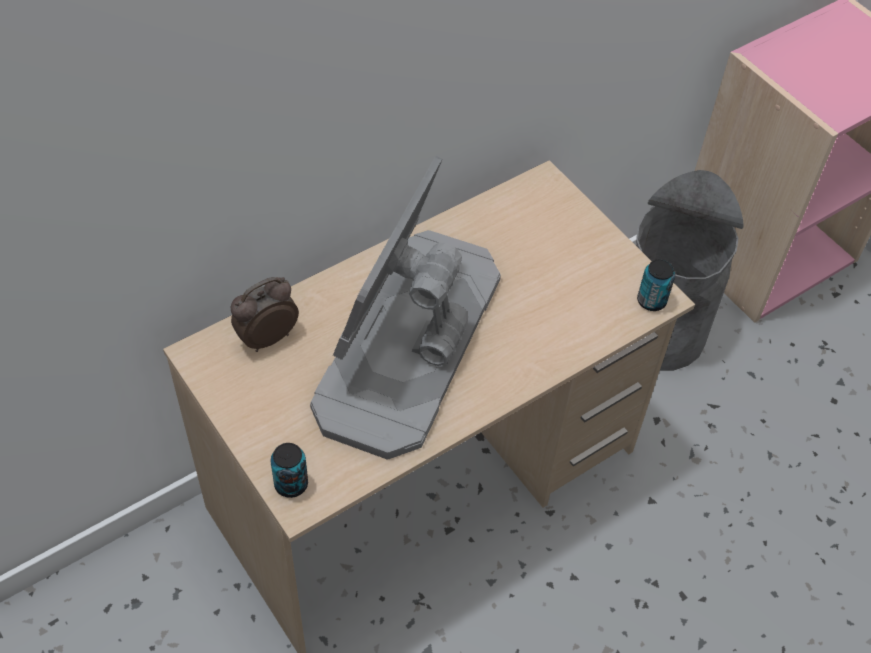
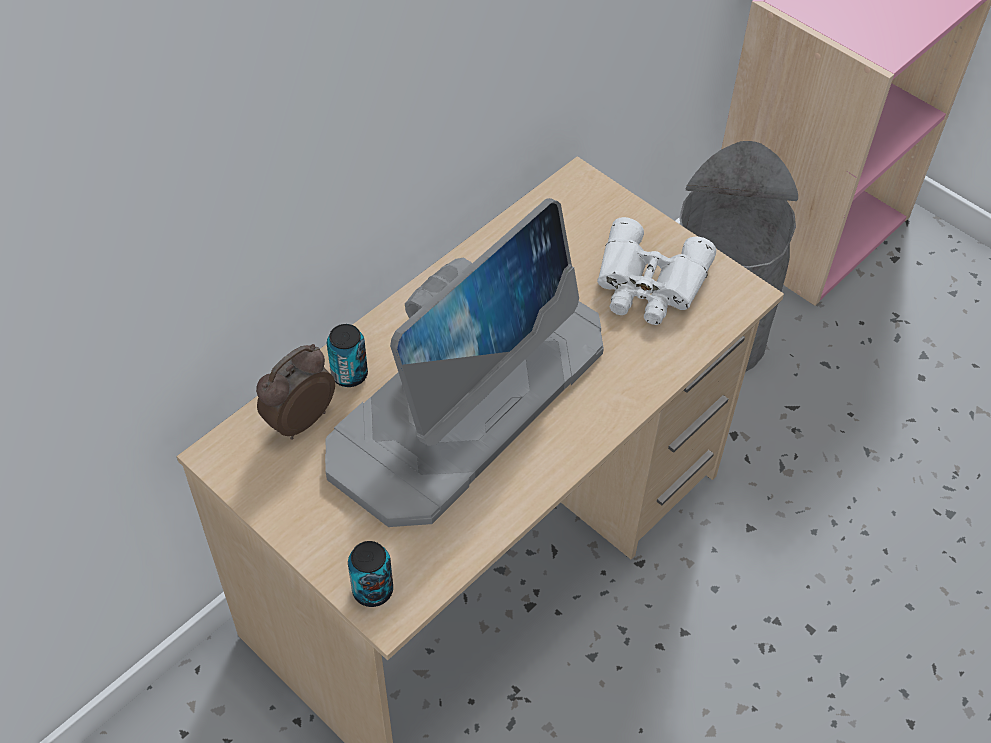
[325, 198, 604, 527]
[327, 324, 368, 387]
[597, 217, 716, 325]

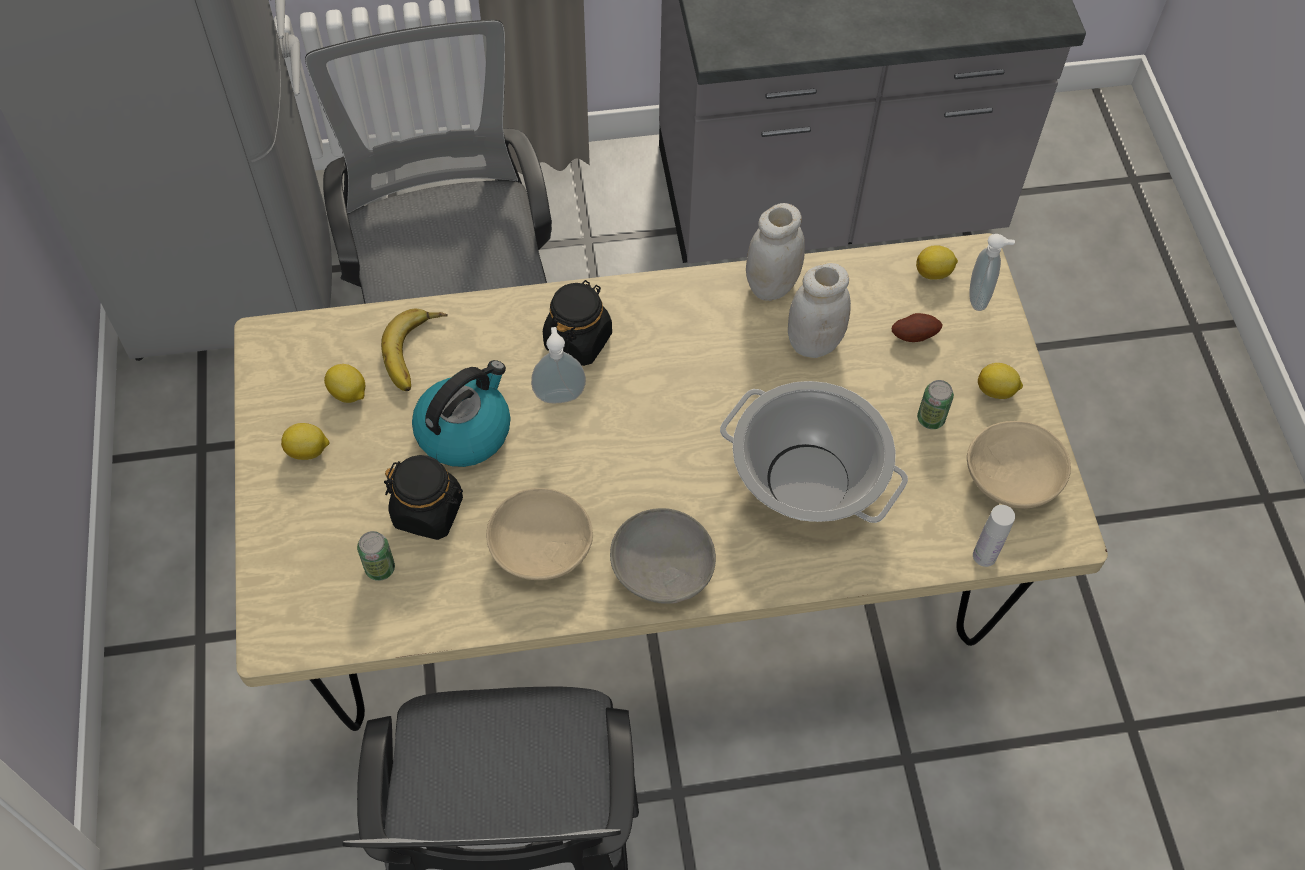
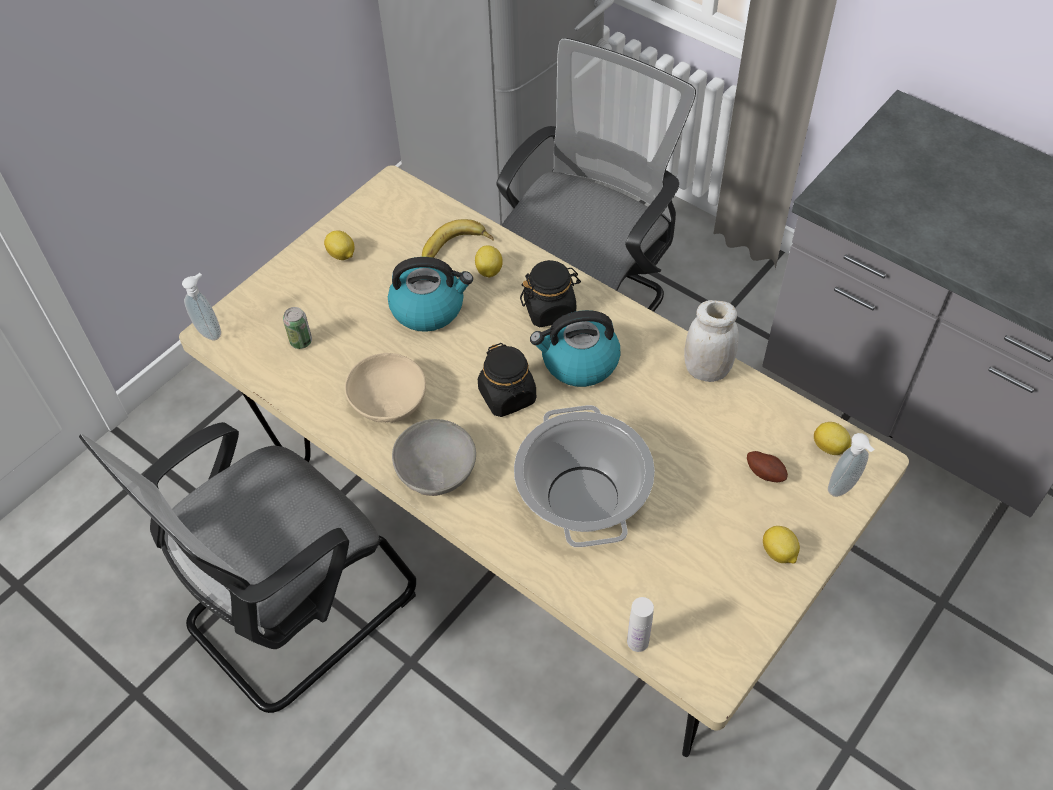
[475, 246, 503, 278]
[478, 343, 536, 417]
[182, 273, 221, 340]
[788, 263, 851, 358] (first image)
[917, 380, 954, 429] (first image)
[967, 421, 1071, 509] (first image)
[530, 310, 621, 387]

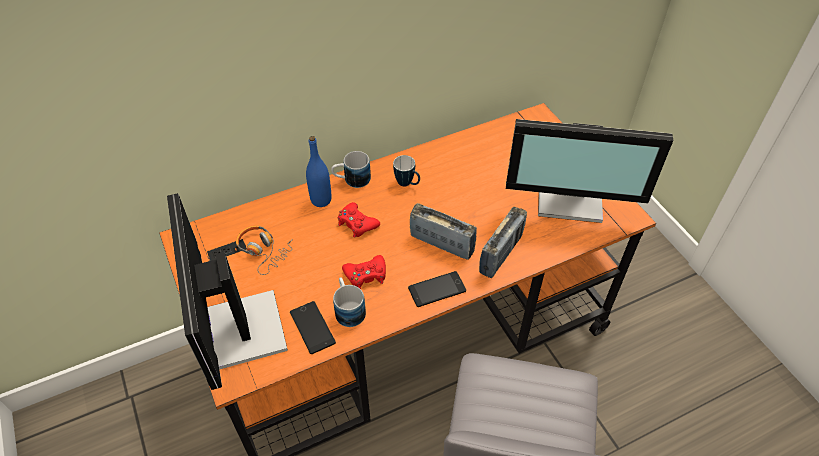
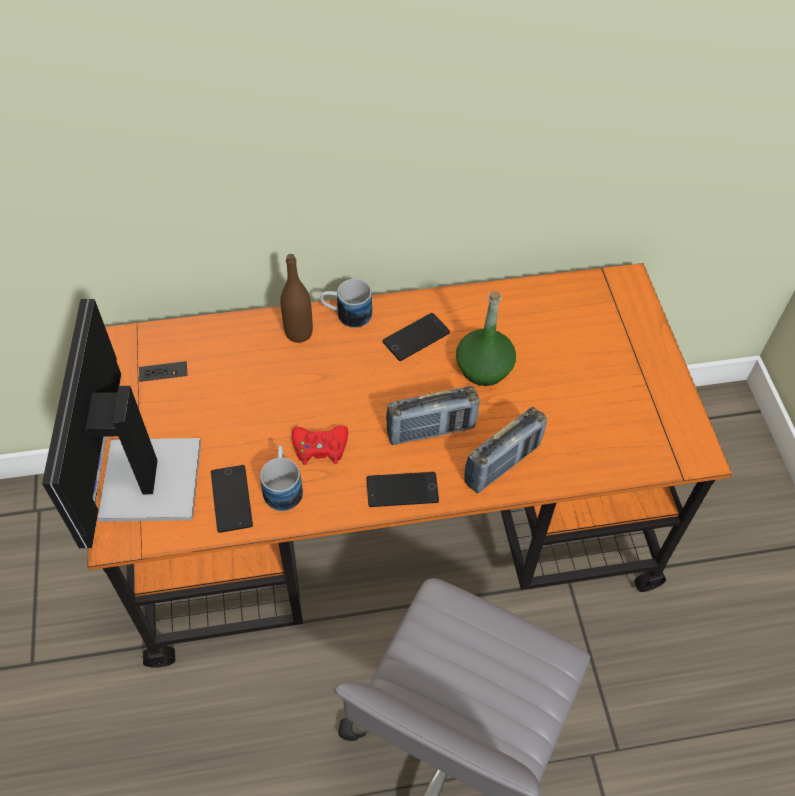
[236, 225, 293, 275] (first image)
[280, 254, 313, 343]
[338, 202, 380, 238] (first image)
[383, 313, 450, 361]
[386, 386, 480, 445]
[506, 119, 673, 223] (first image)
[456, 291, 516, 386]

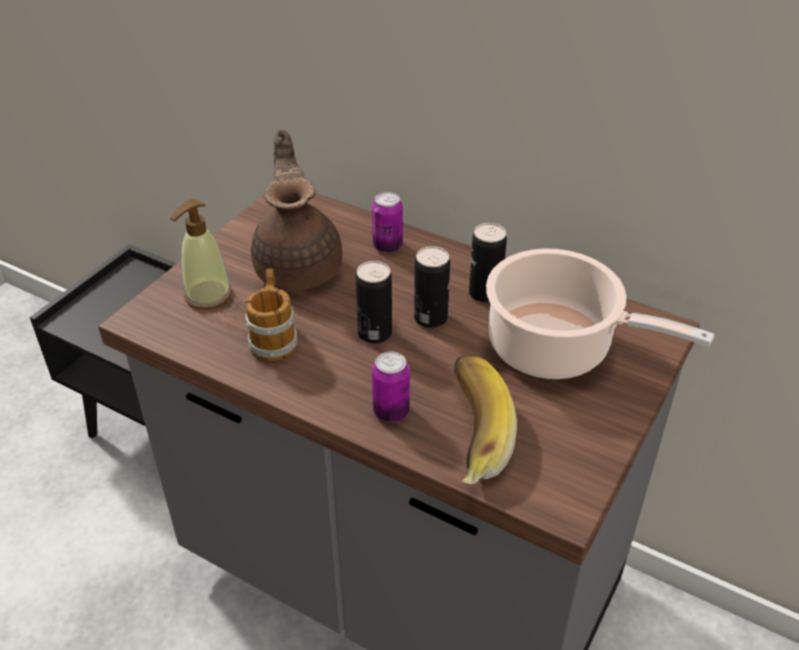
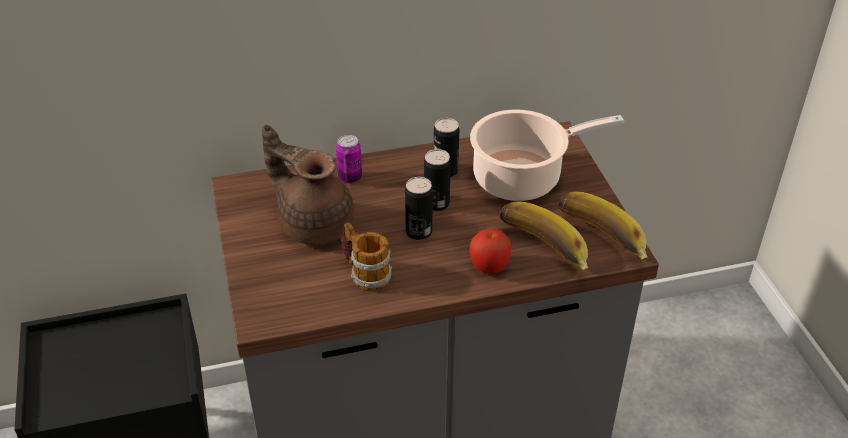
[170, 199, 232, 310] (first image)
[469, 228, 511, 274]
[558, 191, 648, 259]

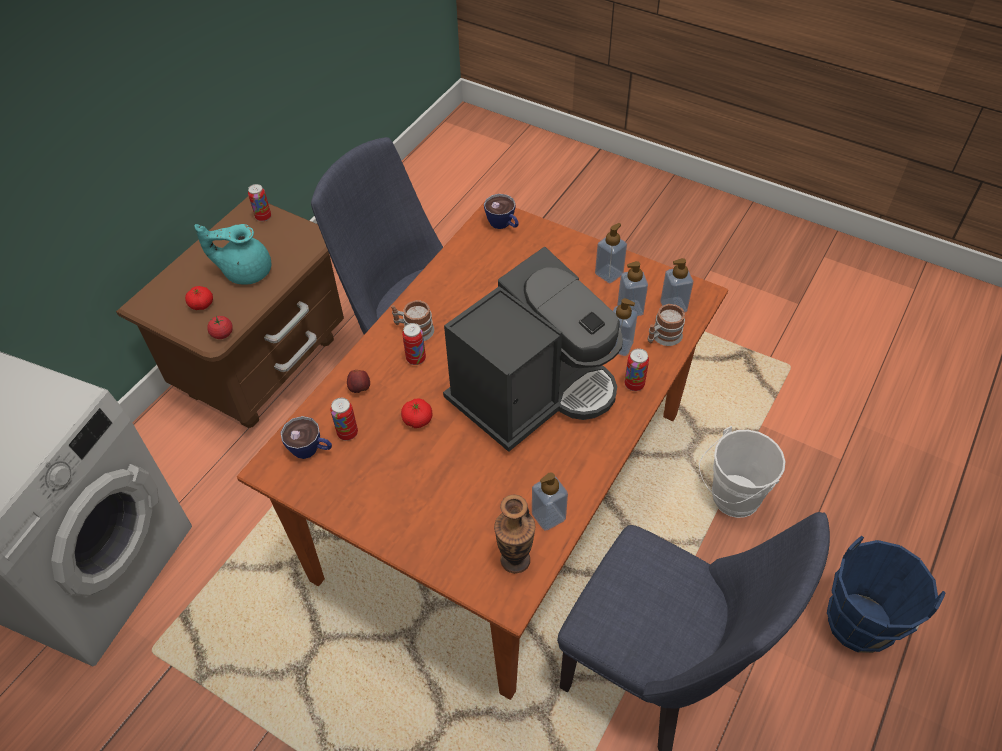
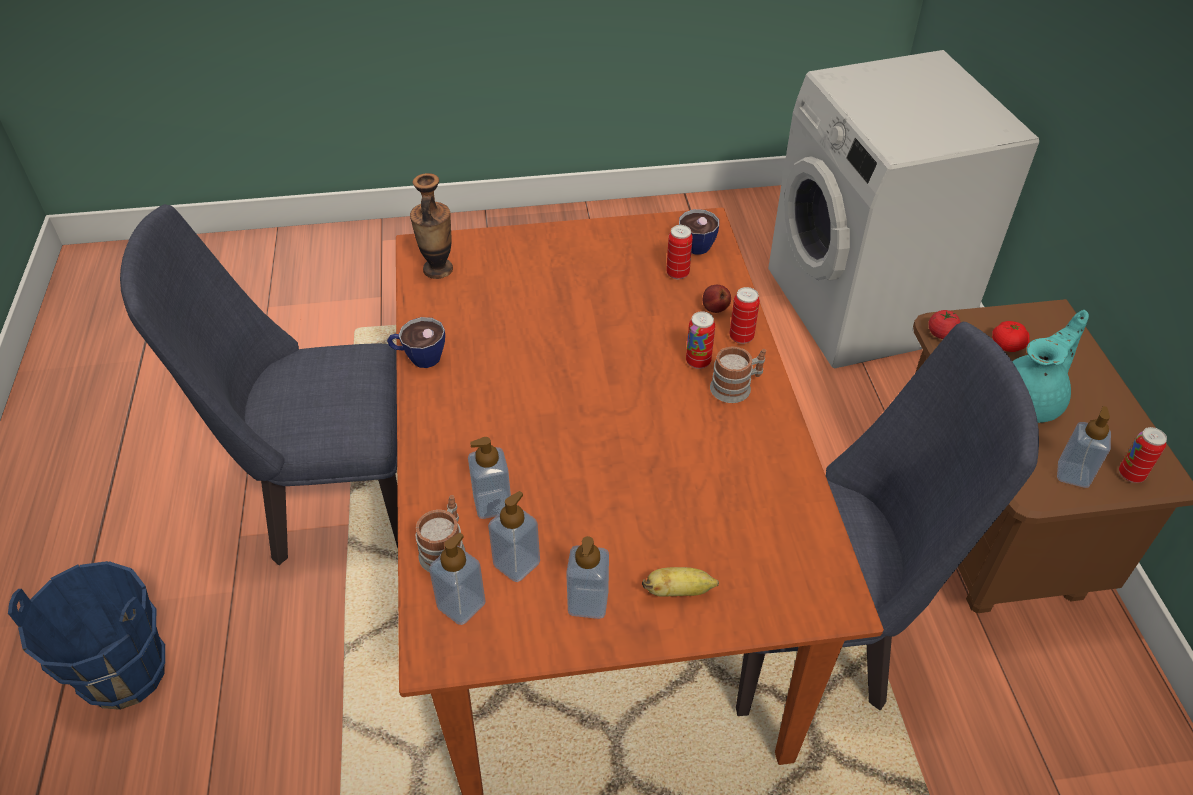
[401, 398, 432, 428] (first image)
[443, 247, 623, 452] (first image)
[387, 317, 445, 368]
[1057, 406, 1111, 488]
[729, 287, 760, 344]
[699, 426, 786, 518] (first image)
[642, 567, 719, 597]

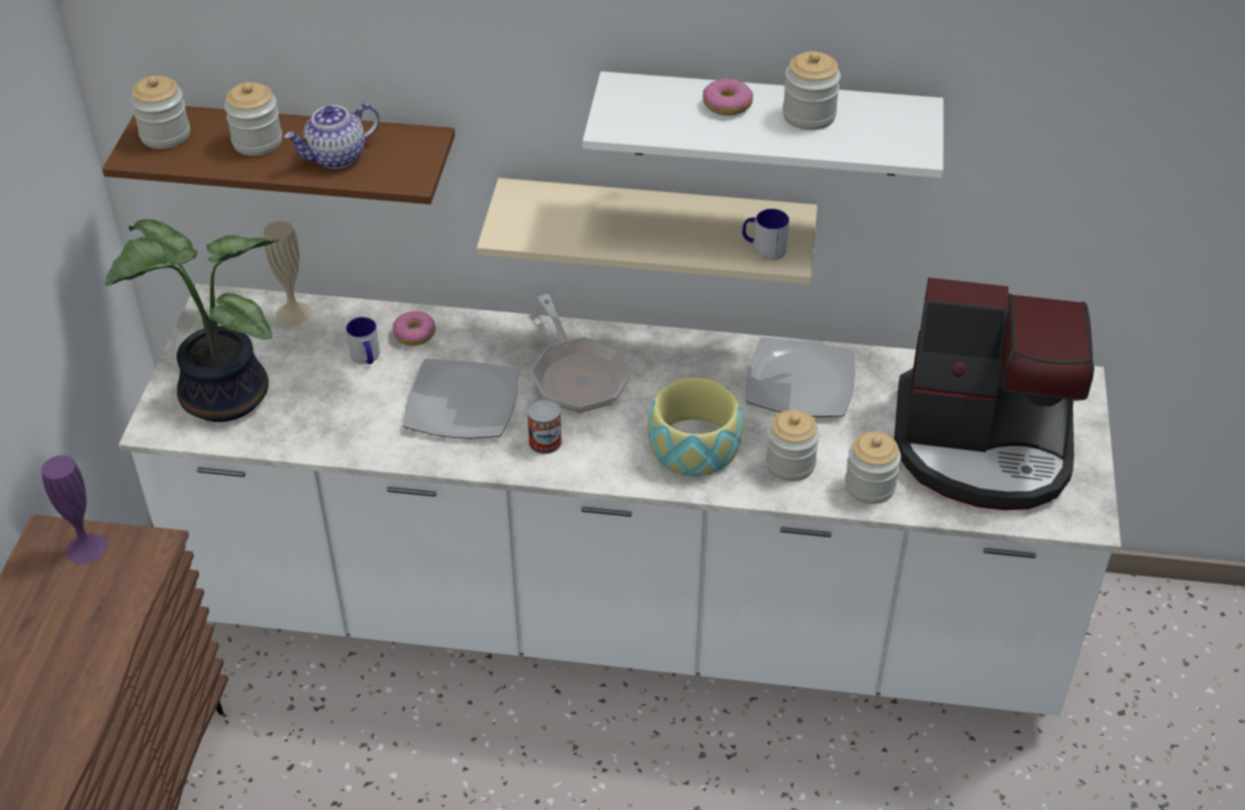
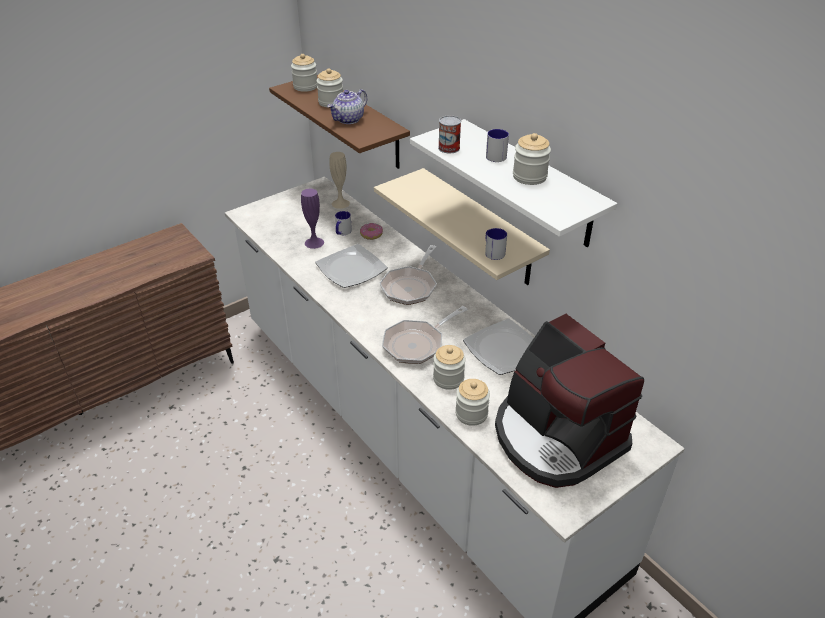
[301, 189, 324, 249]
[105, 219, 279, 422] (first image)
[327, 89, 367, 124]
[438, 115, 461, 154]
[382, 306, 468, 364]
[486, 129, 509, 162]

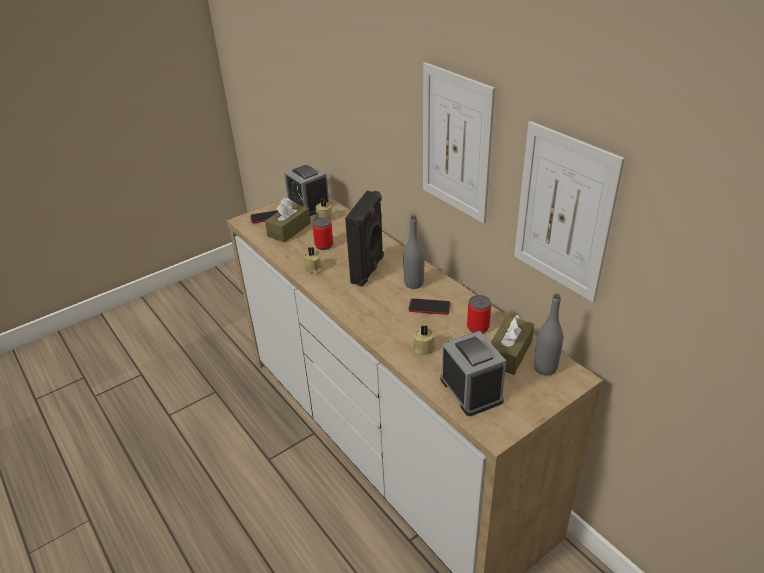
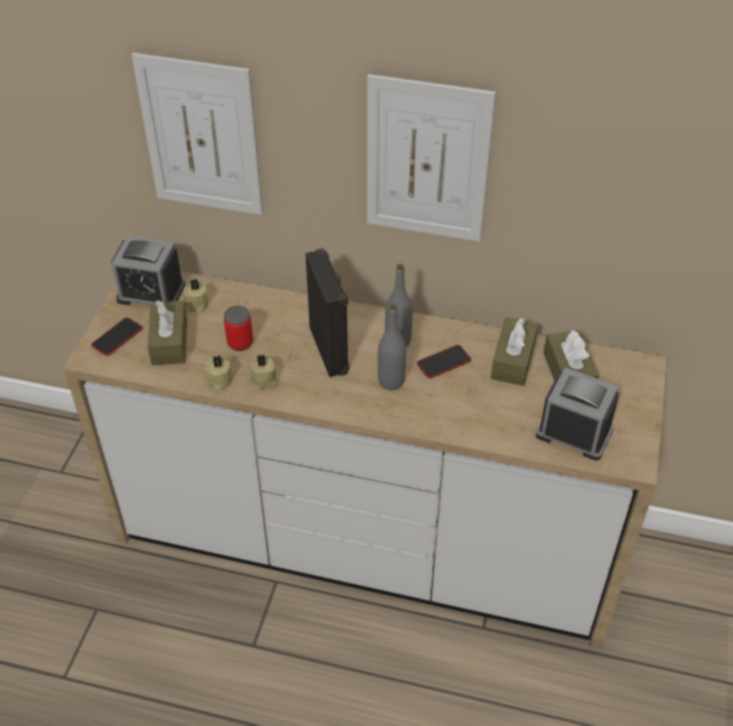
[204, 356, 233, 391]
[491, 317, 538, 386]
[131, 53, 263, 215]
[378, 304, 406, 390]

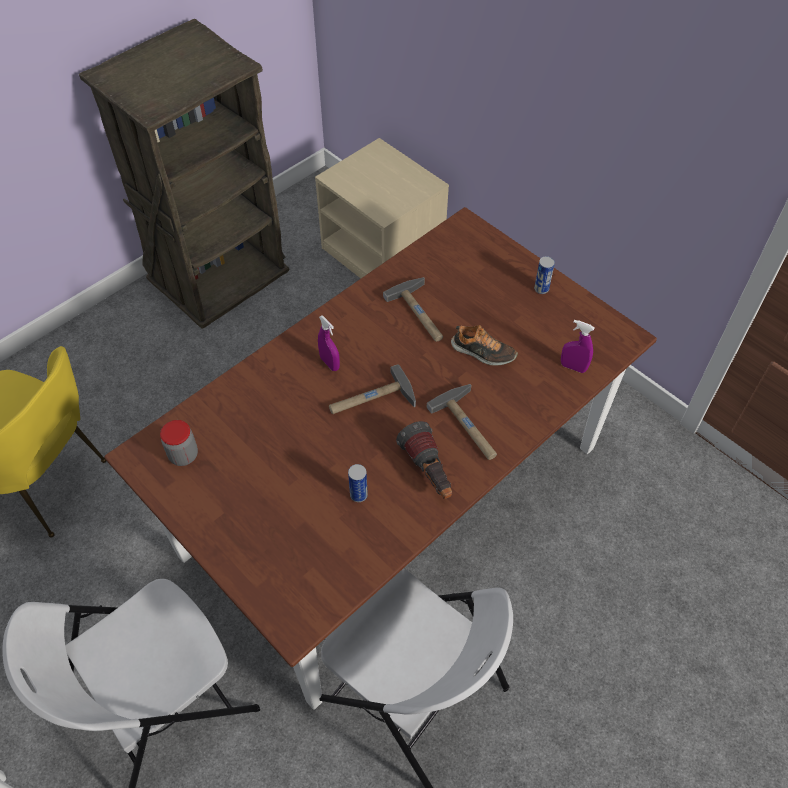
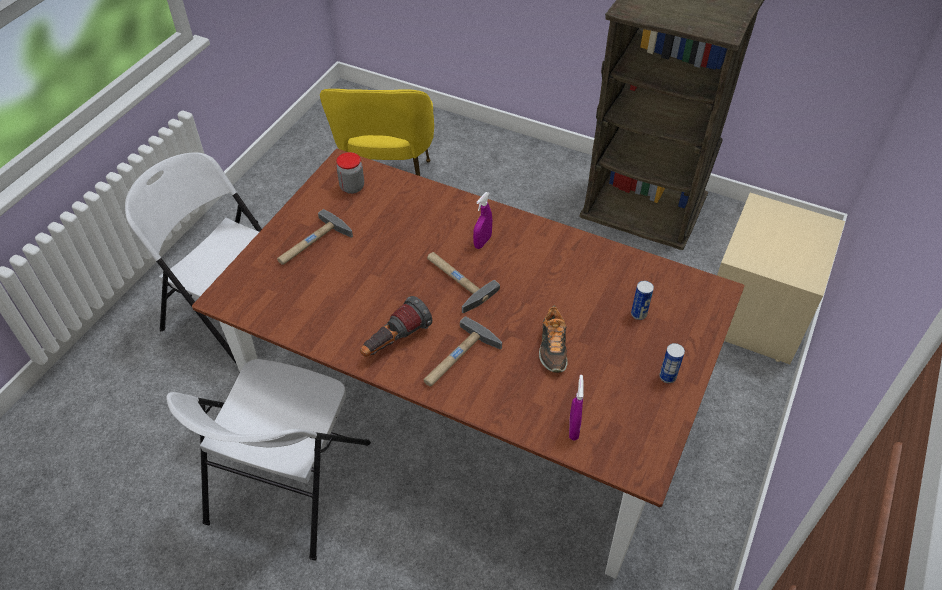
[631, 281, 654, 320]
[277, 209, 353, 265]

